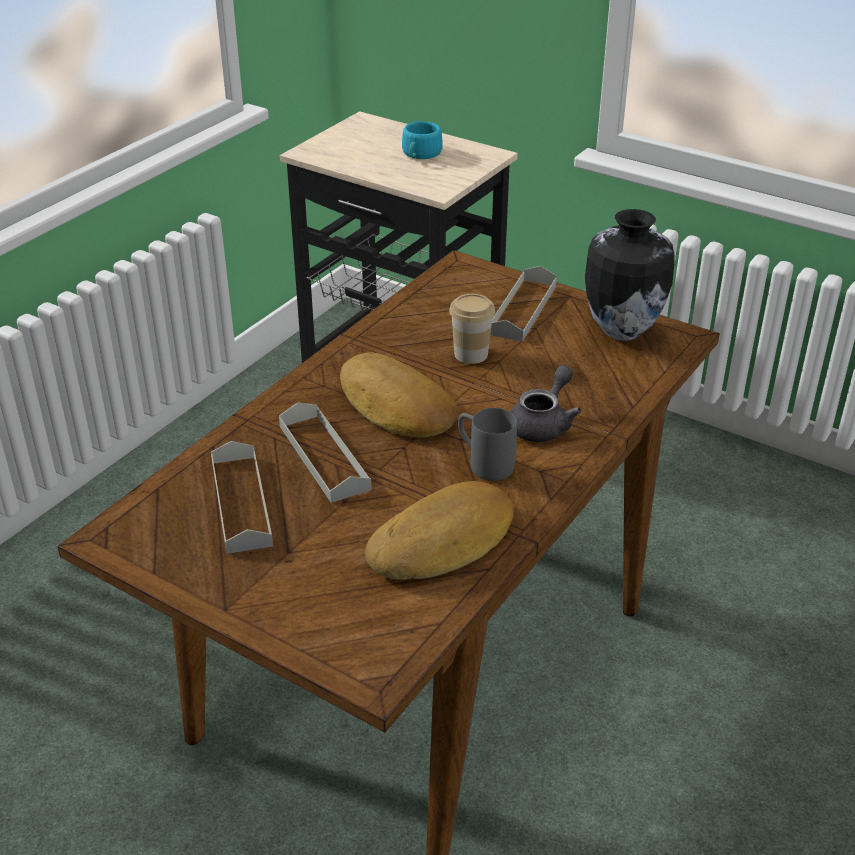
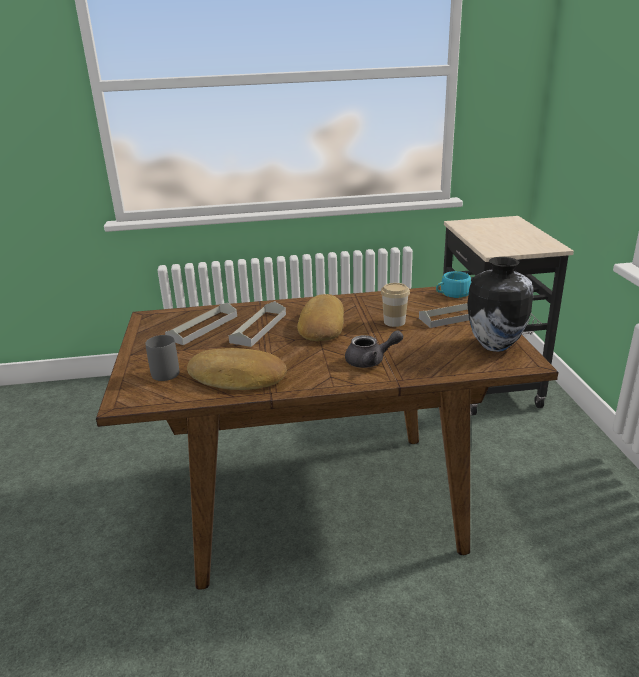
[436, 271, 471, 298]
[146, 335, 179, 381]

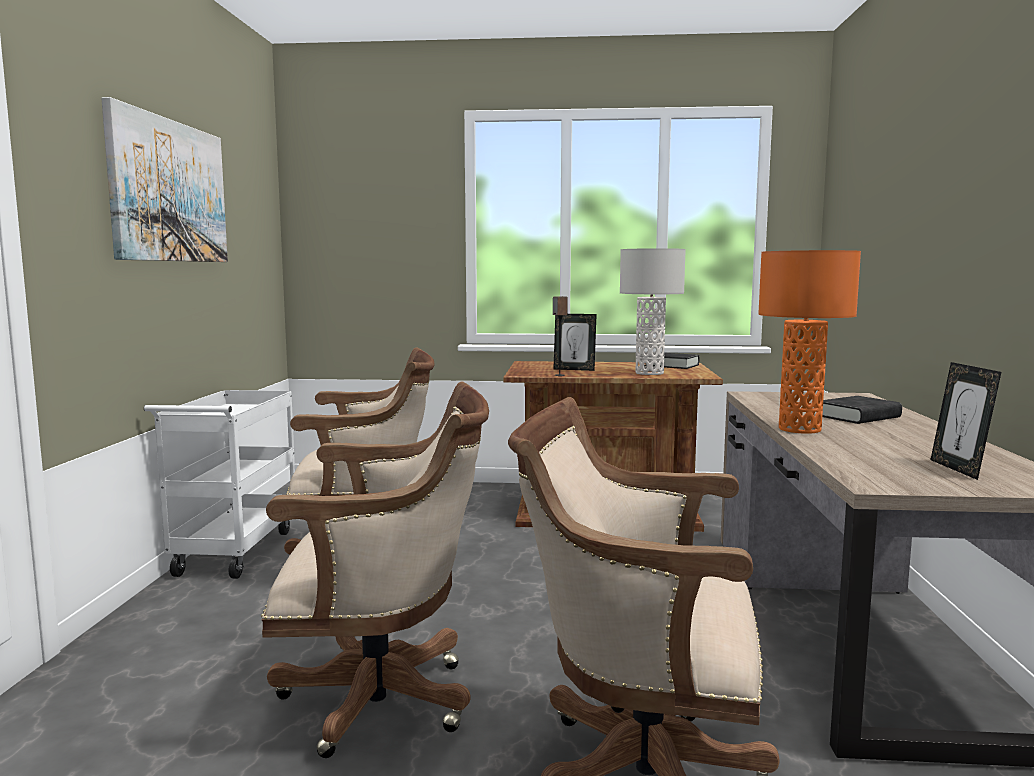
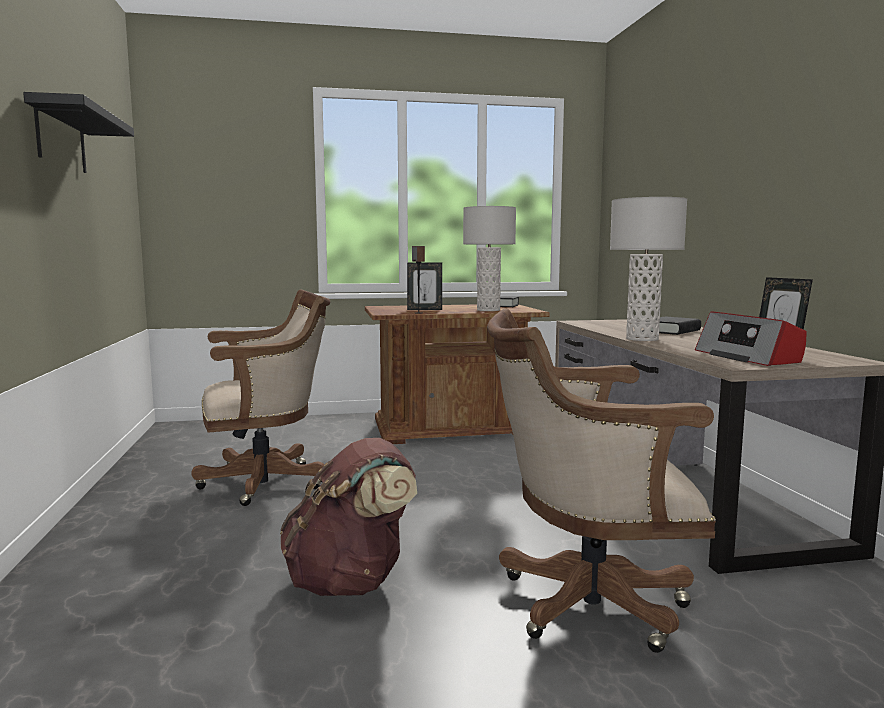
[23, 92, 134, 173]
[144, 390, 295, 579] (first image)
[280, 438, 417, 596]
[610, 197, 687, 341]
[695, 311, 807, 366]

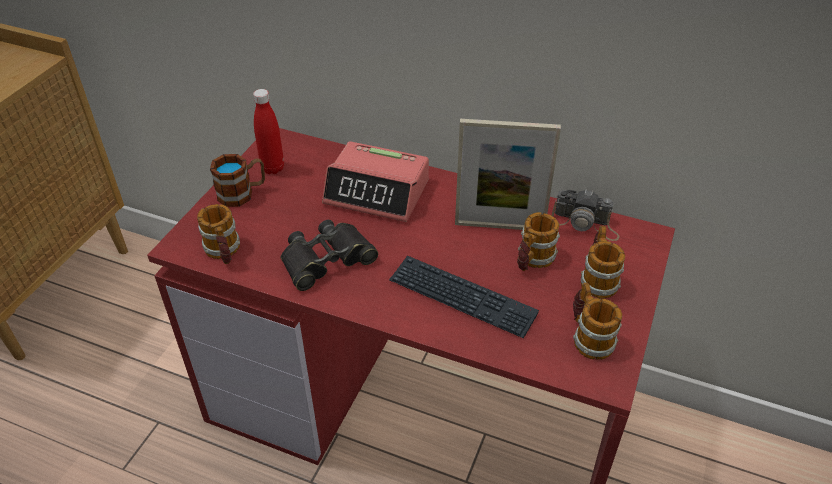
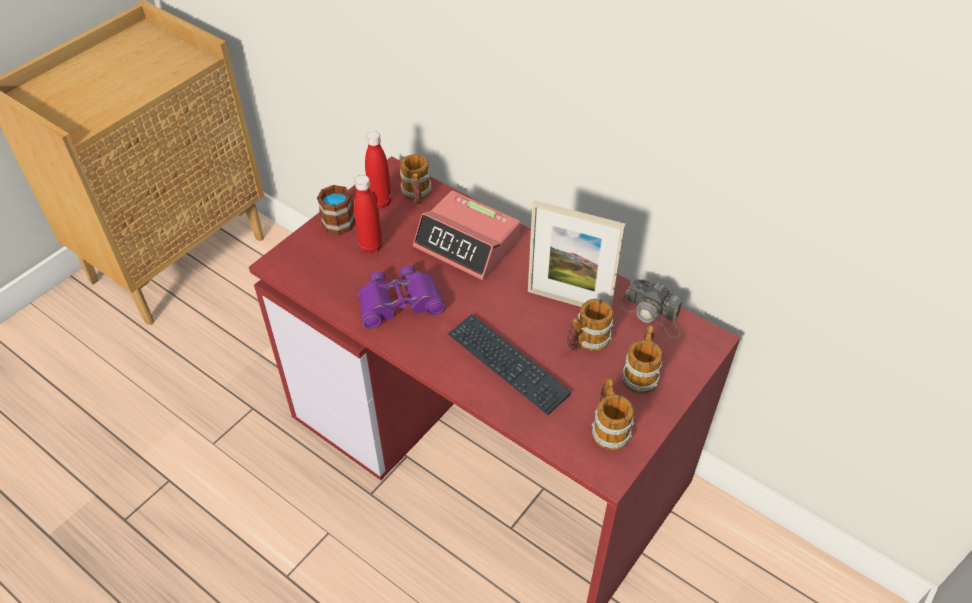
[400, 154, 432, 205]
[358, 265, 445, 329]
[354, 175, 382, 253]

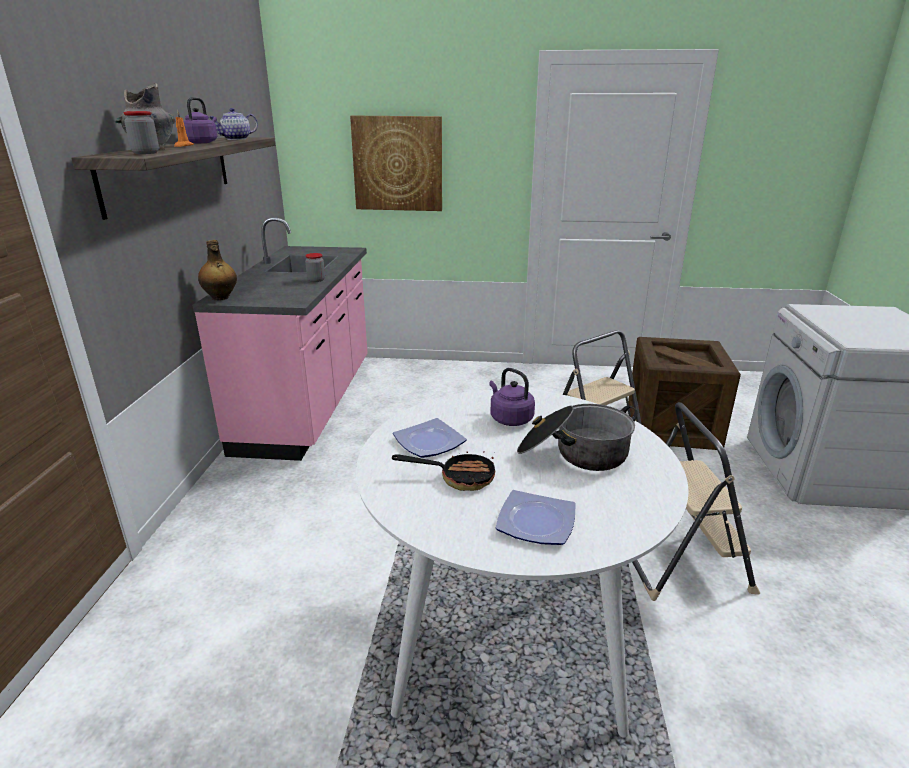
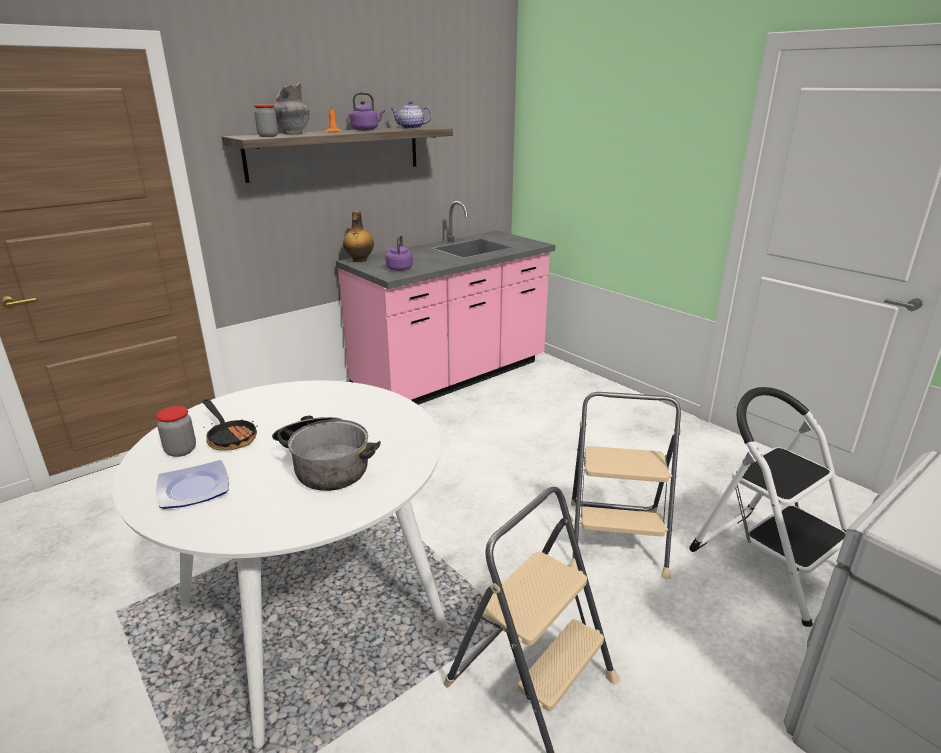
[156, 406, 196, 457]
[350, 116, 442, 211] (first image)
[393, 418, 467, 458] (first image)
[386, 235, 413, 271]
[689, 387, 849, 627]

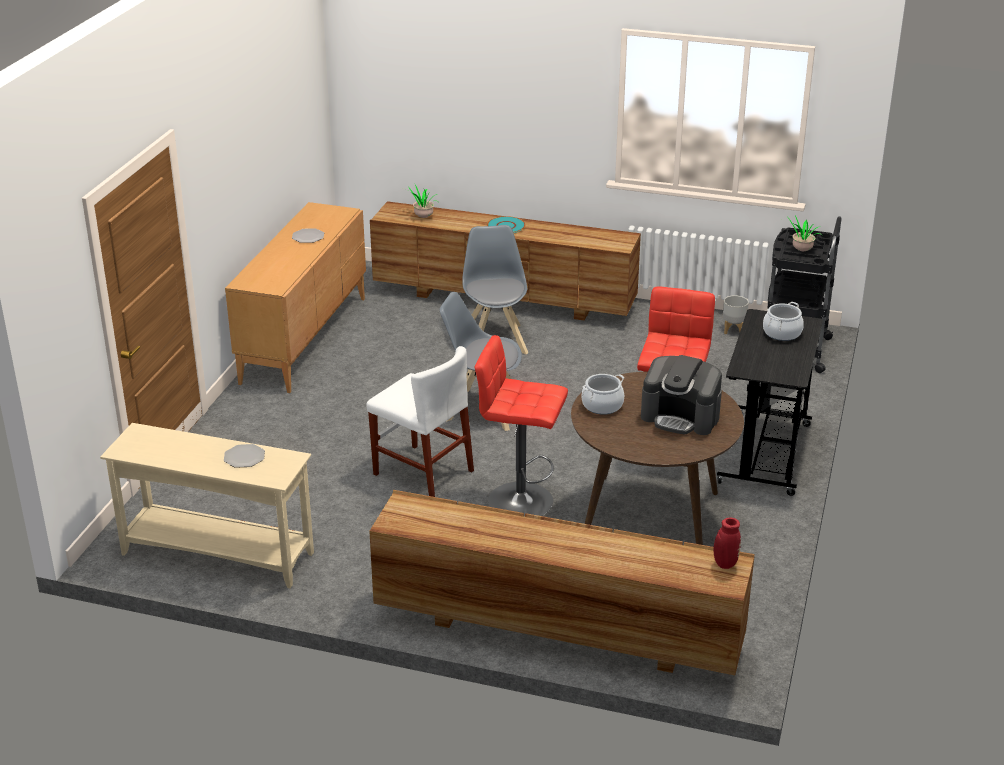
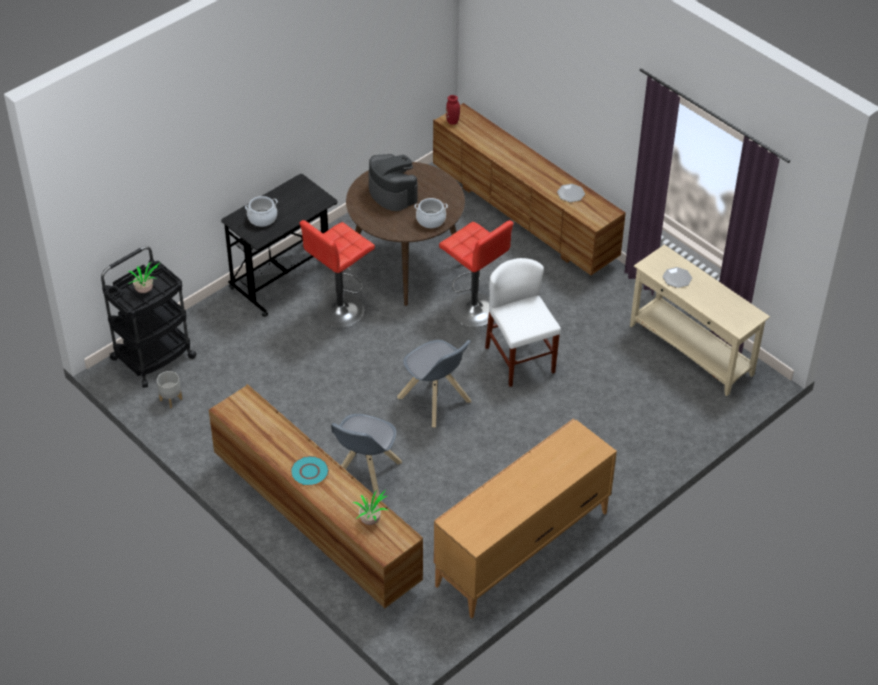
[557, 184, 585, 202]

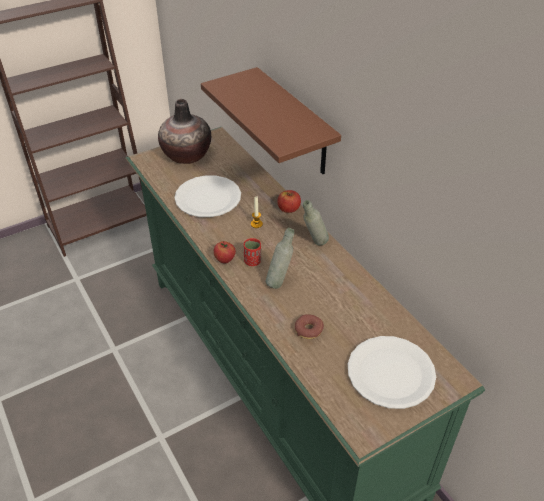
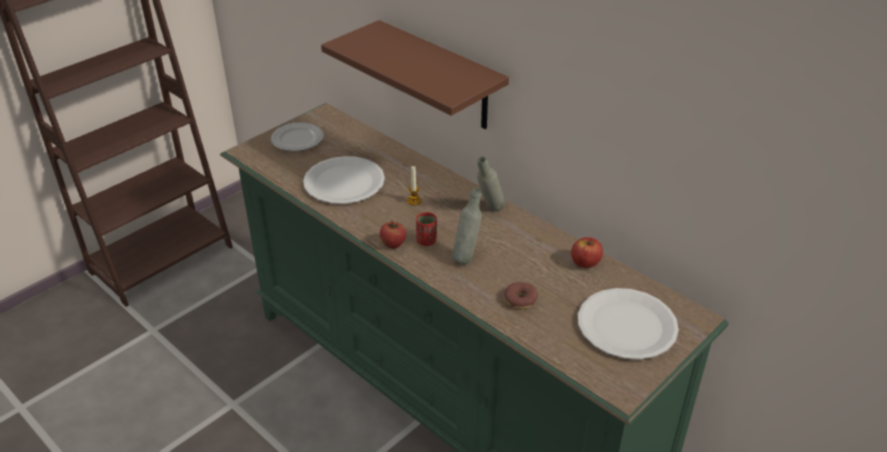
[271, 123, 324, 151]
[571, 237, 603, 268]

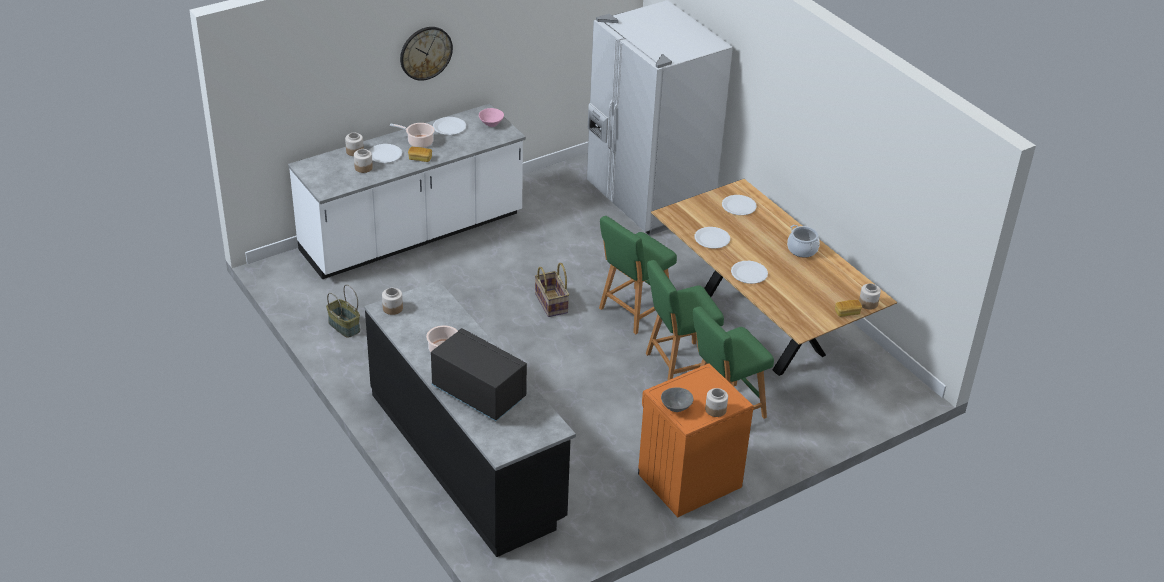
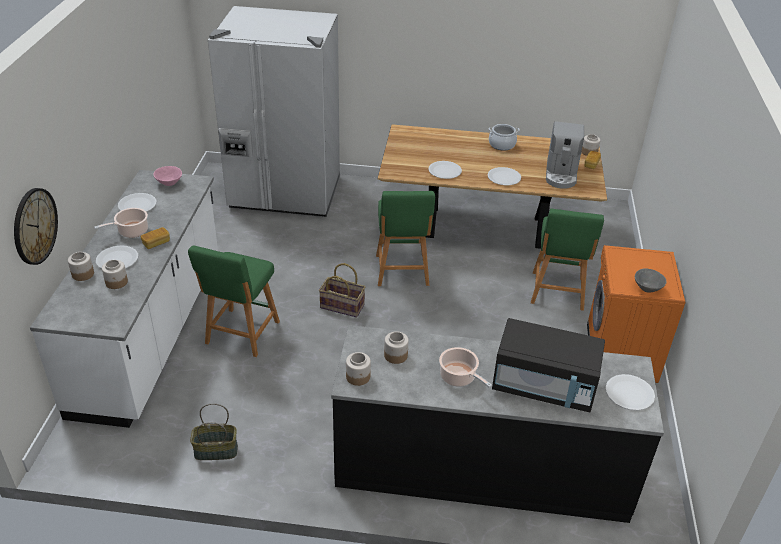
[14, 188, 58, 265]
[492, 318, 605, 413]
[188, 245, 280, 357]
[384, 331, 409, 364]
[606, 374, 655, 410]
[546, 121, 584, 189]

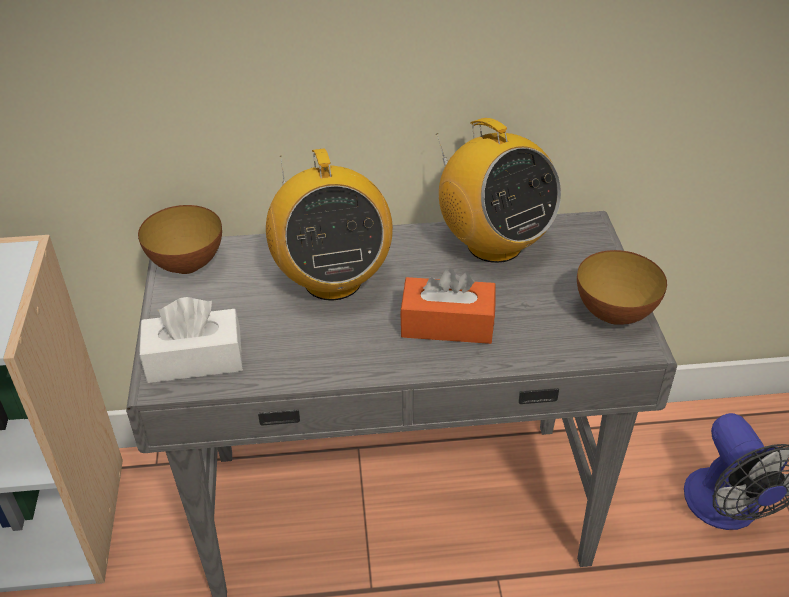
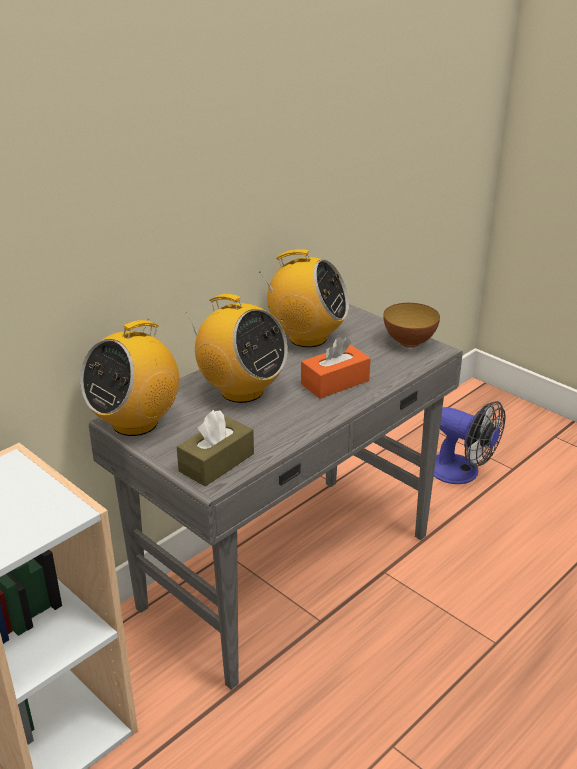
[80, 319, 179, 436]
[177, 410, 254, 486]

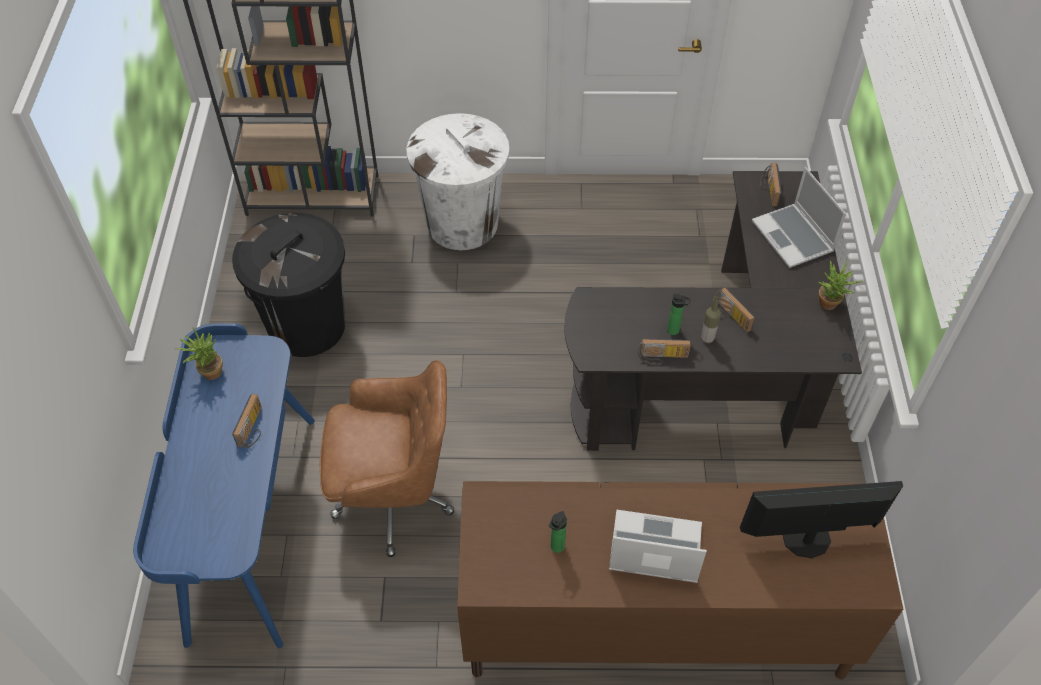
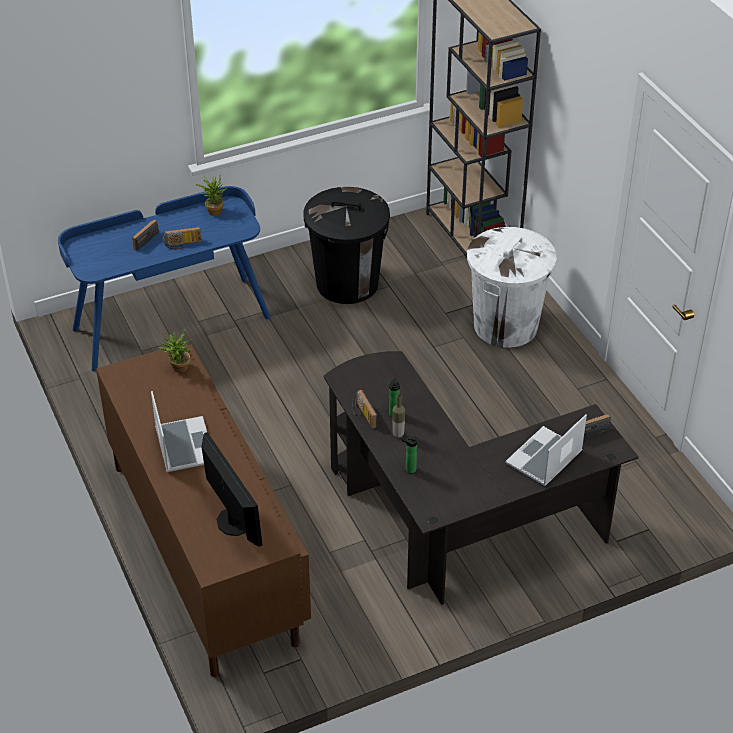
[320, 360, 454, 557] (first image)
[402, 435, 418, 473]
[132, 220, 159, 251]
[158, 330, 192, 373]

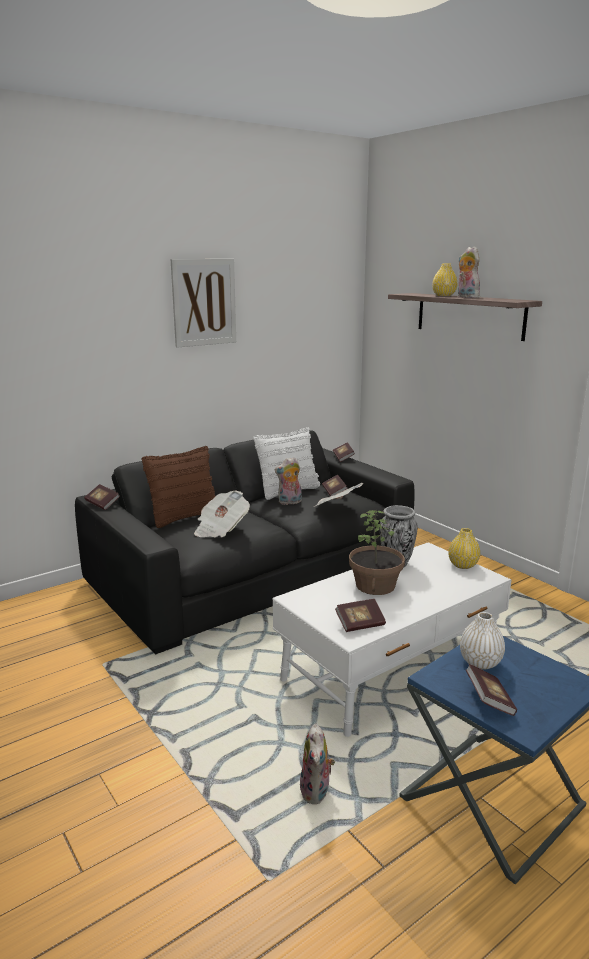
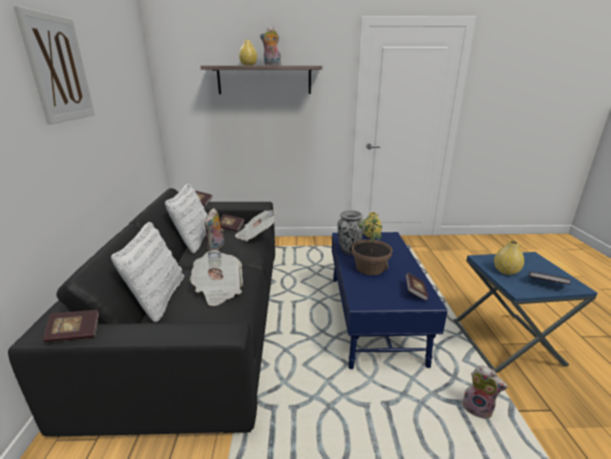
[111, 222, 184, 322]
[332, 232, 448, 369]
[494, 241, 524, 275]

